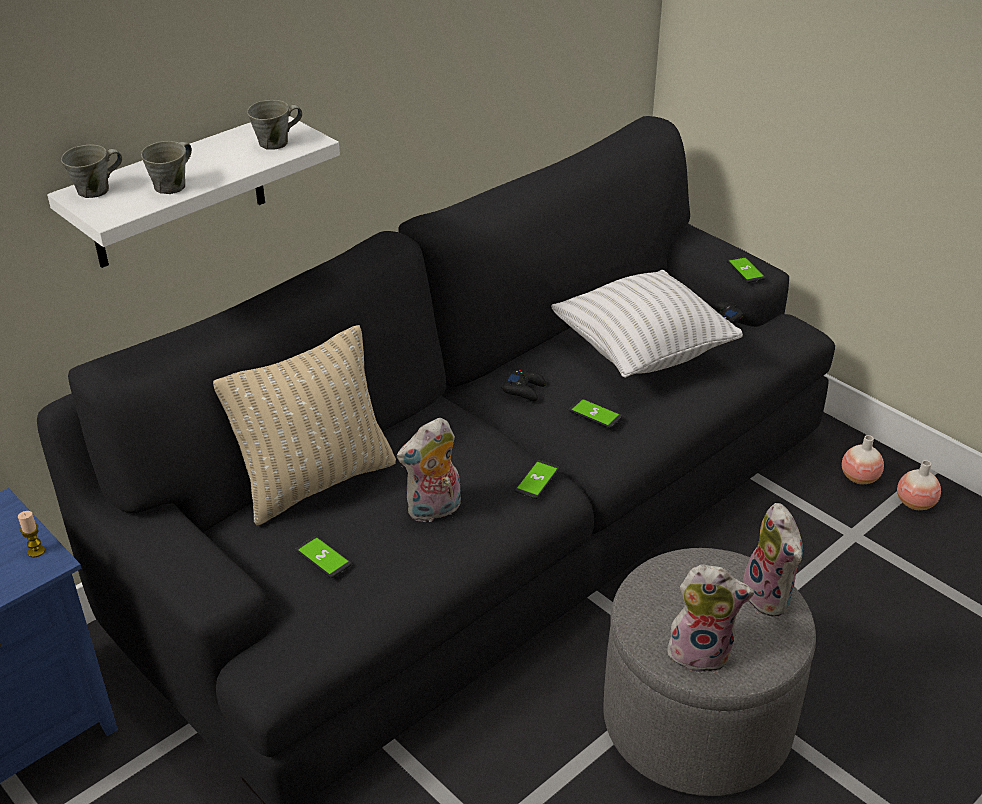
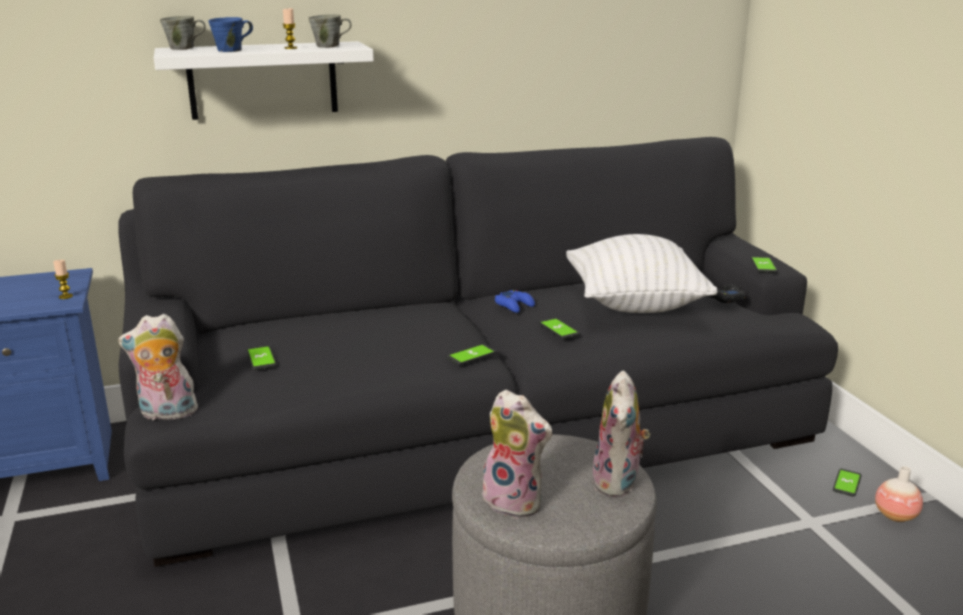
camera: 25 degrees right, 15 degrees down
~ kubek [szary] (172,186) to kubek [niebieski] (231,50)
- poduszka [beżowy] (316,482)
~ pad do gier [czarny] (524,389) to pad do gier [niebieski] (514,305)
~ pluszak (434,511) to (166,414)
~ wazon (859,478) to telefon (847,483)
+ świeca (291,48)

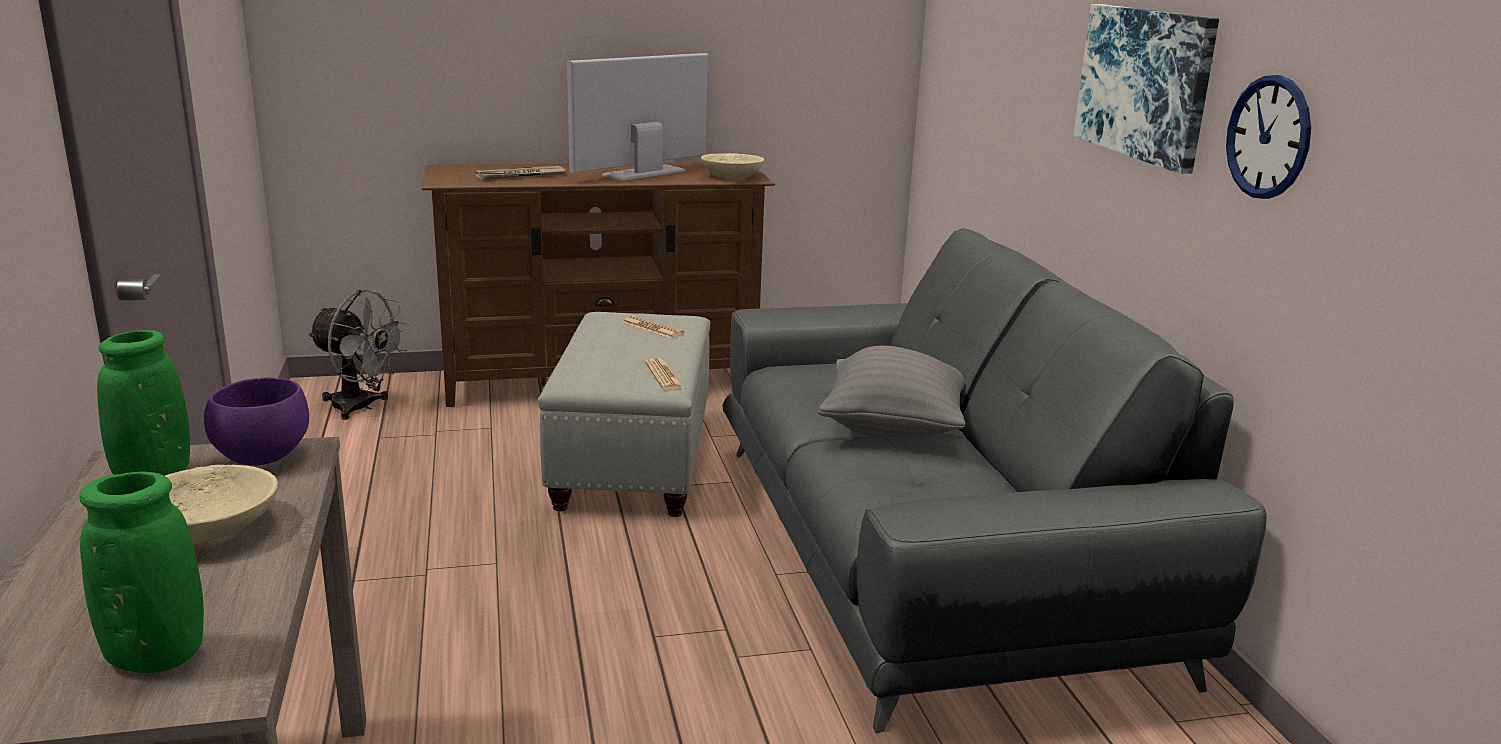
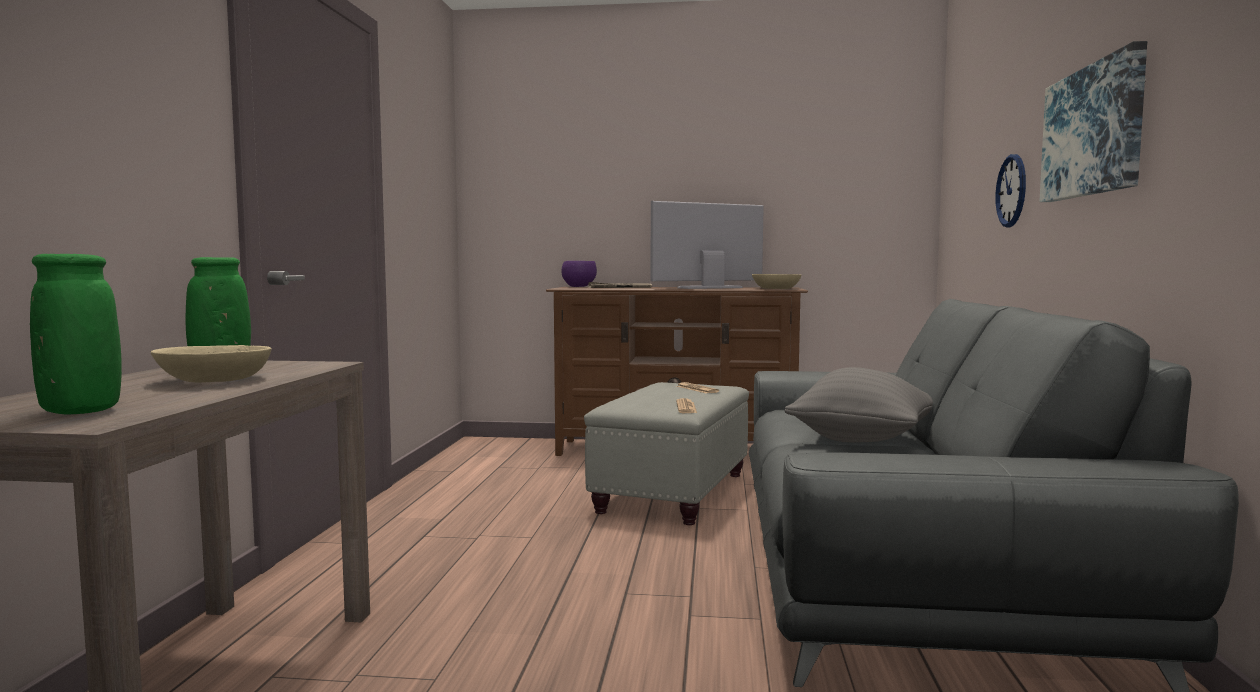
camera: 20 degrees right, 15 degrees down
~ zegar ścienny (1268,137) to (1011,190)
- wentylator [szary] (361,407)
~ miska [fioletowy] (260,457) to (578,286)

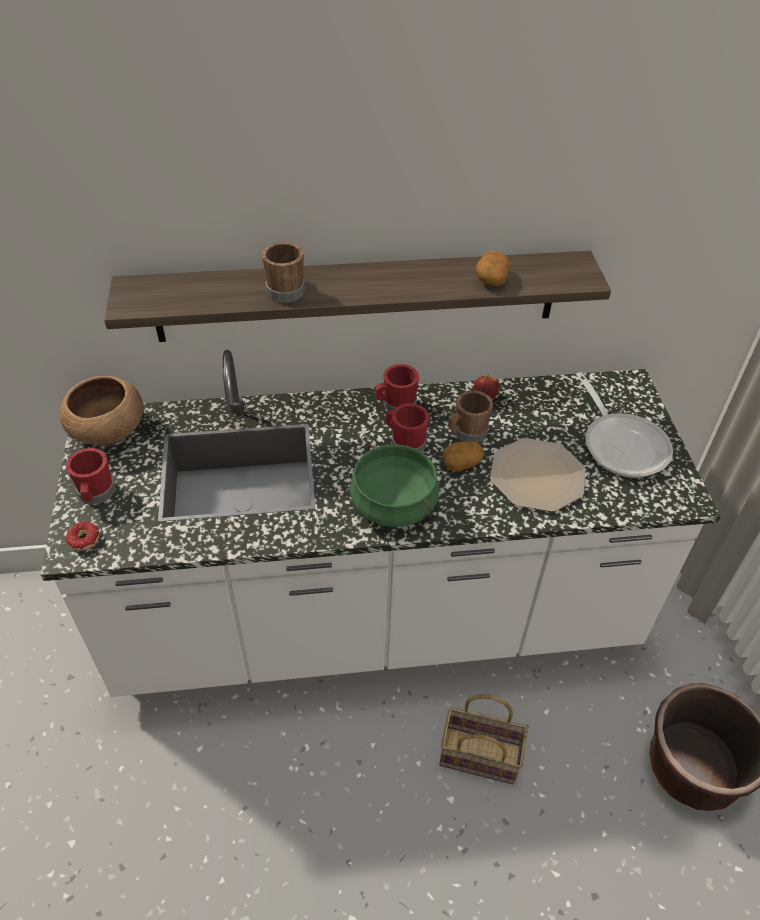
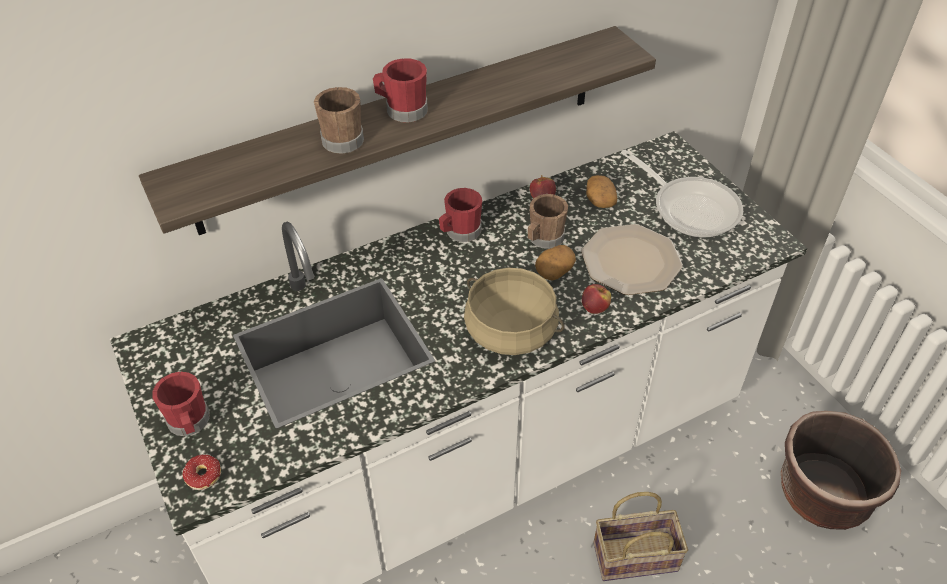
camera: 20 degrees left, 0 degrees up
~ ziemniak (491,278) to (599,200)
- miska [brązowy] (107,431)
~ kubek [czerwony] (405,442) to (402,110)
~ garnek [zielony] (394,503) to garnek [beżowy] (511,330)
+ jabłko (595,308)

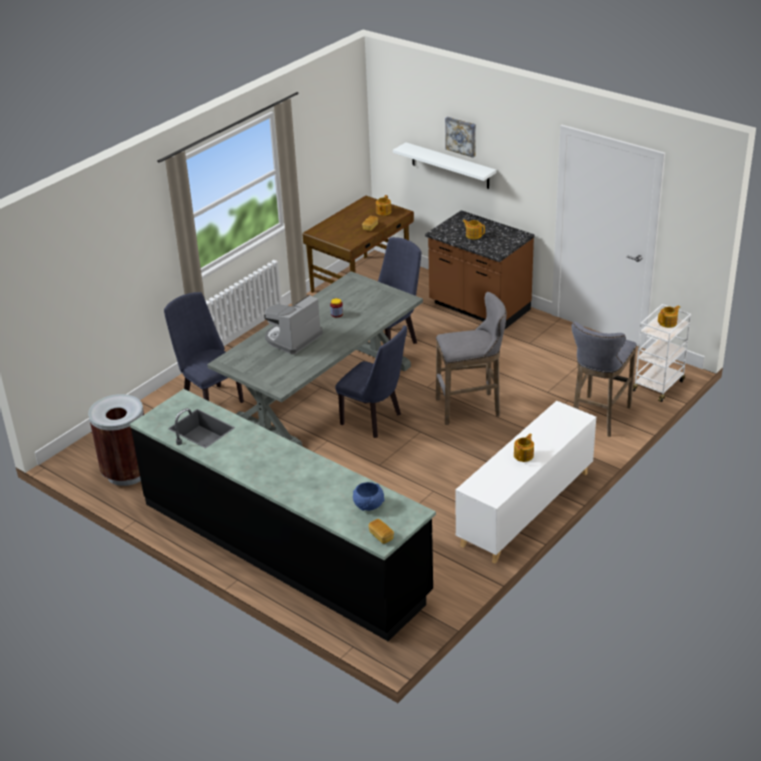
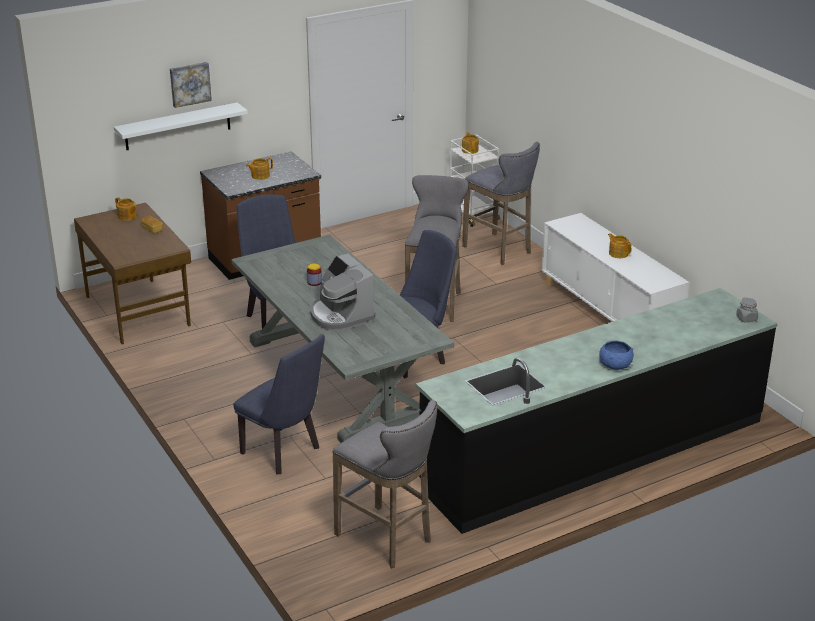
camera: 70 degrees left, 5 degrees down
~ krzesło [niebieski] (210,400) = (285,453) 120 degrees counterclockwise
~ kosz na śmieci [brązowy] (127,472) to stołek [szary] (387,539)
~ miska [niebieski] (368,504) to (615,365)
~ chleb (381,536) to słoik [szary] (746,318)

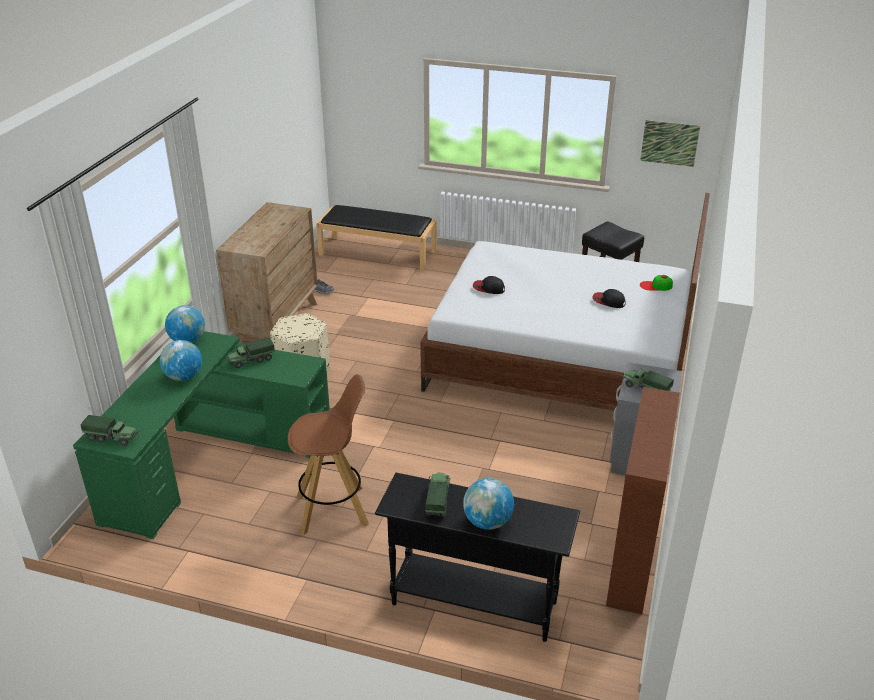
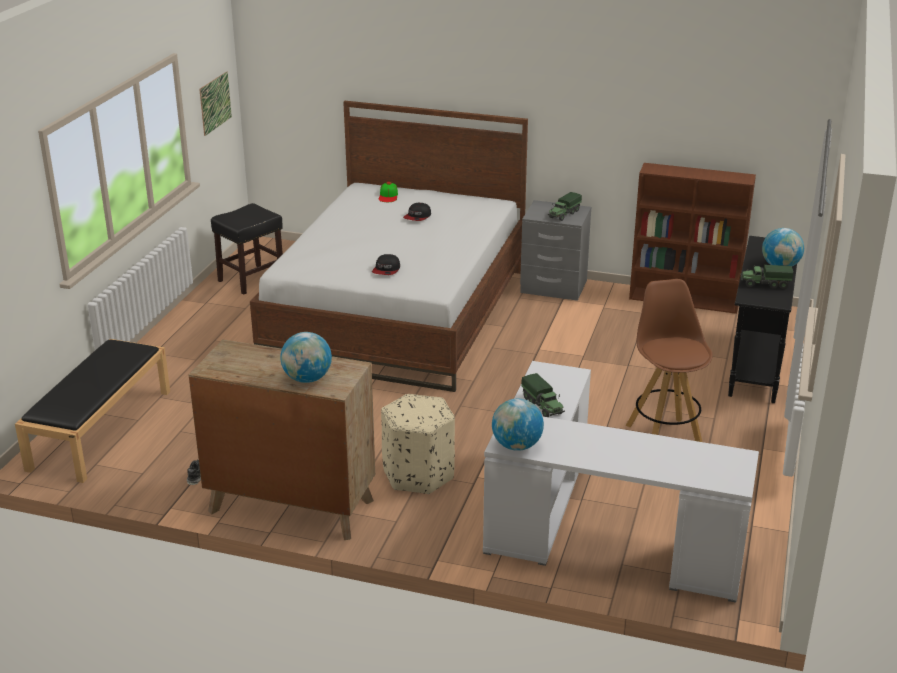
camera: 90 degrees left, 5 degrees down
~ biurko [zielony] (210,455) to biurko [biały] (591,530)
~ globus (184,377) to (307,379)
- ciężarówka zabawkowa (112,438)

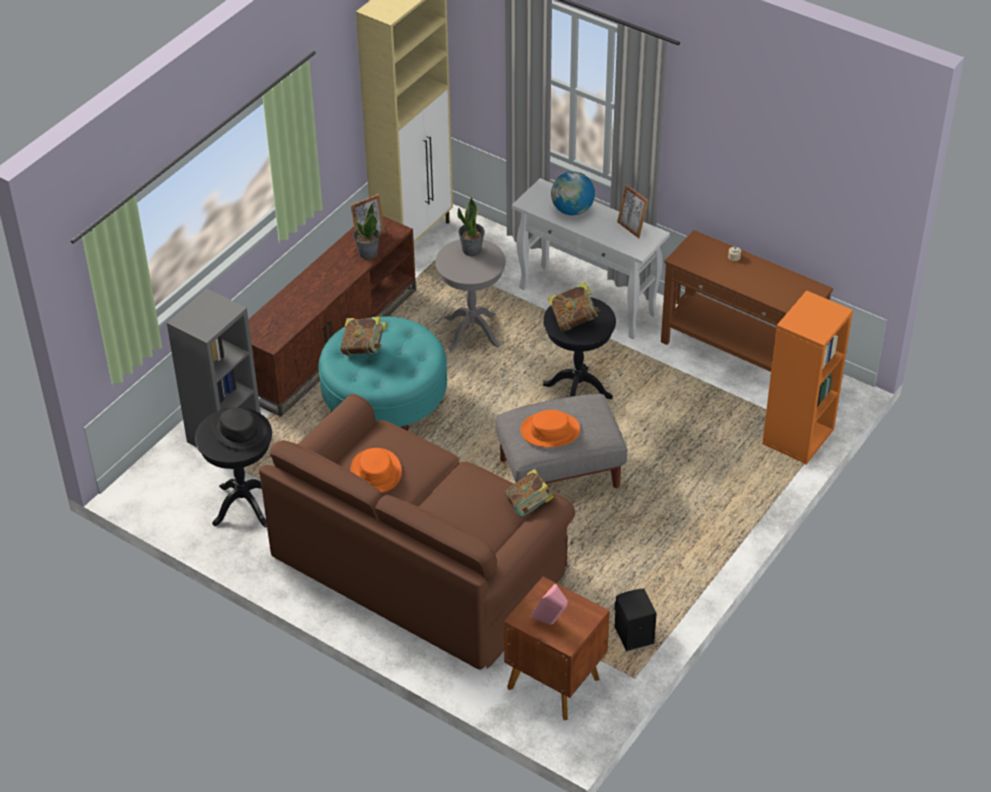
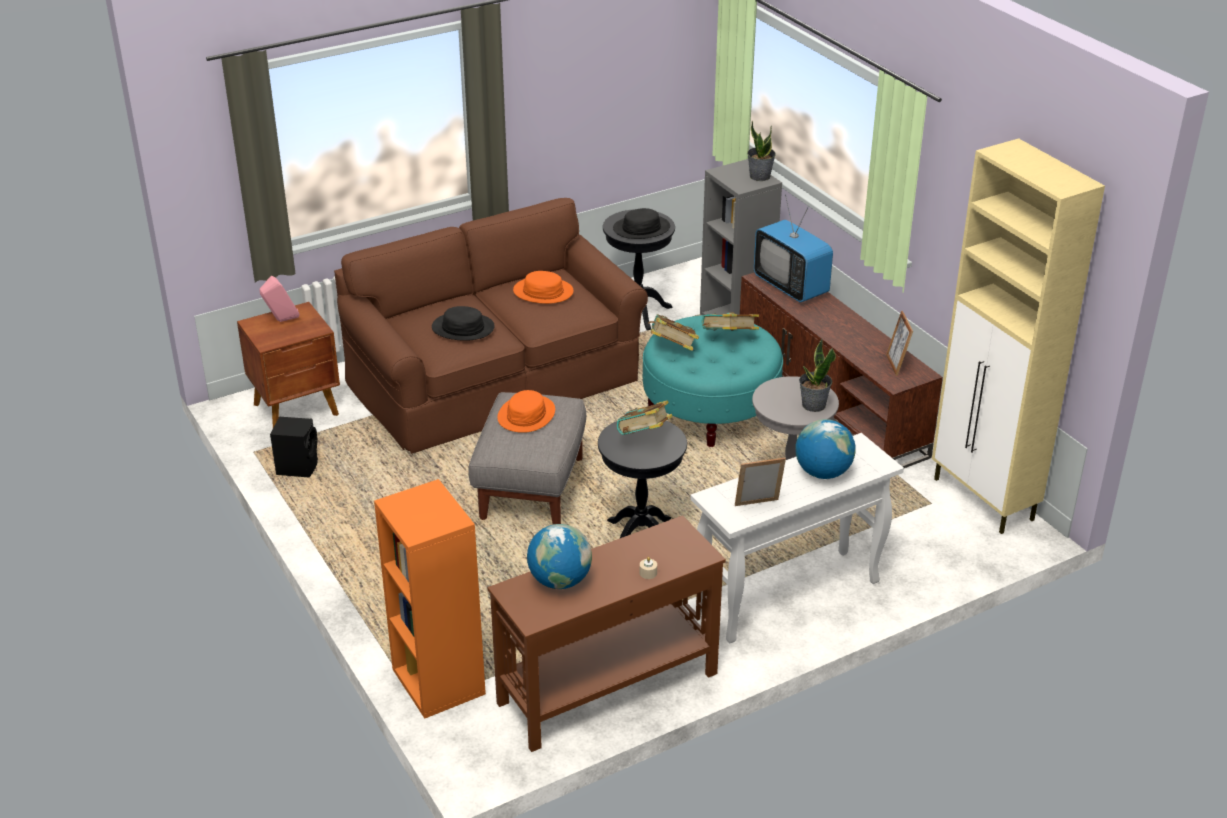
camera: 115 degrees right, 10 degrees down
~ roślina doniczkowa (367,253) to (760,176)
~ książka (529,507) to (672,348)
+ telewizor (791,286)
+ kapelusz [czarny] (463,328)
+ globus (560,581)

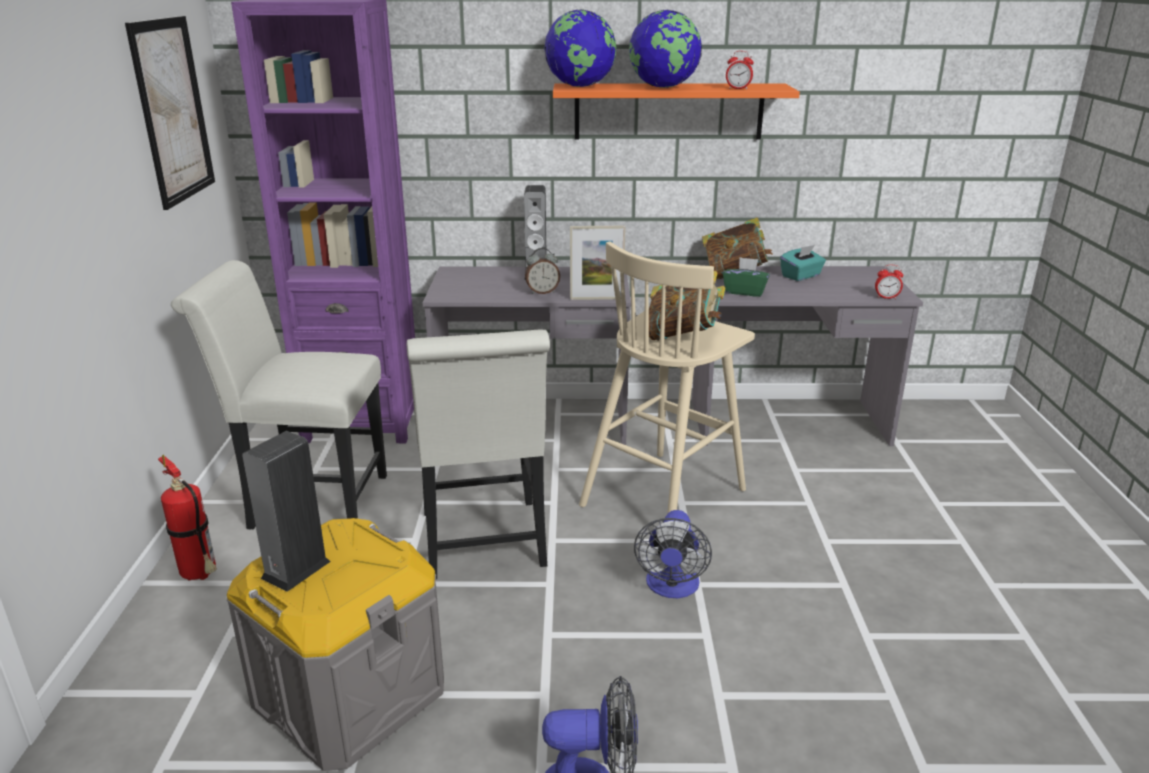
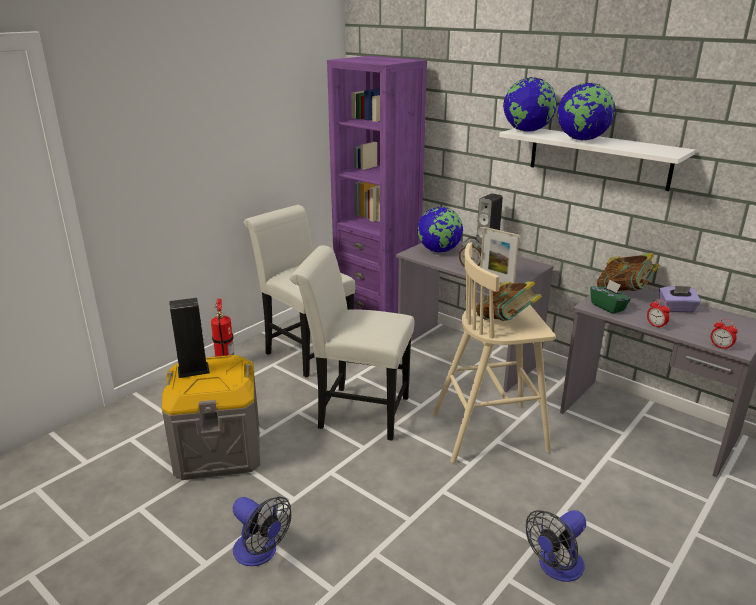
camera: 40 degrees right, 0 degrees up
- obraz (172,110)
~ budzik (738,89) to (656,325)
~ półka [pomarańczowy] (668,111) to półka [biały] (598,157)
~ pudełko chusteczek [turkusowy] (801,276) to pudełko chusteczek [fioletowy] (676,309)
~ krzesło [biały] (484,545) = (357,411) 75 degrees clockwise
~ wentylator (671,587) to (556,568)
+ globus (439,251)

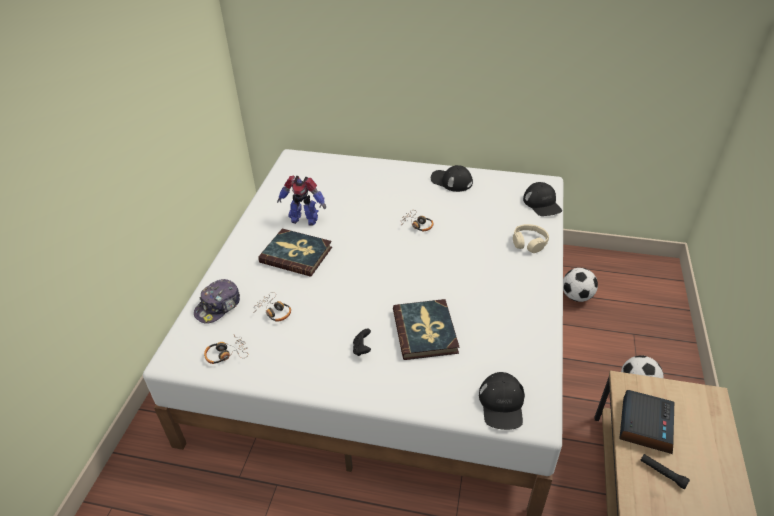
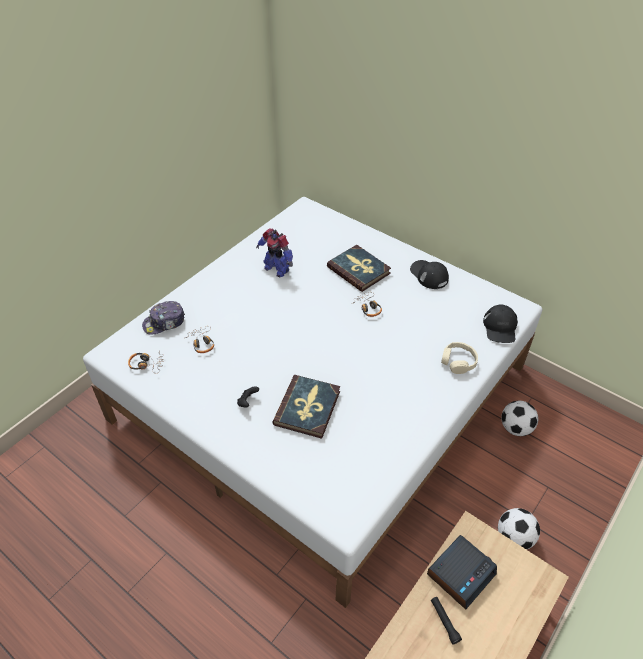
camera: 25 degrees right, 5 degrees up
~ książka (296,254) to (359,270)
- czapka z daszkiem [czarny] (502,404)

